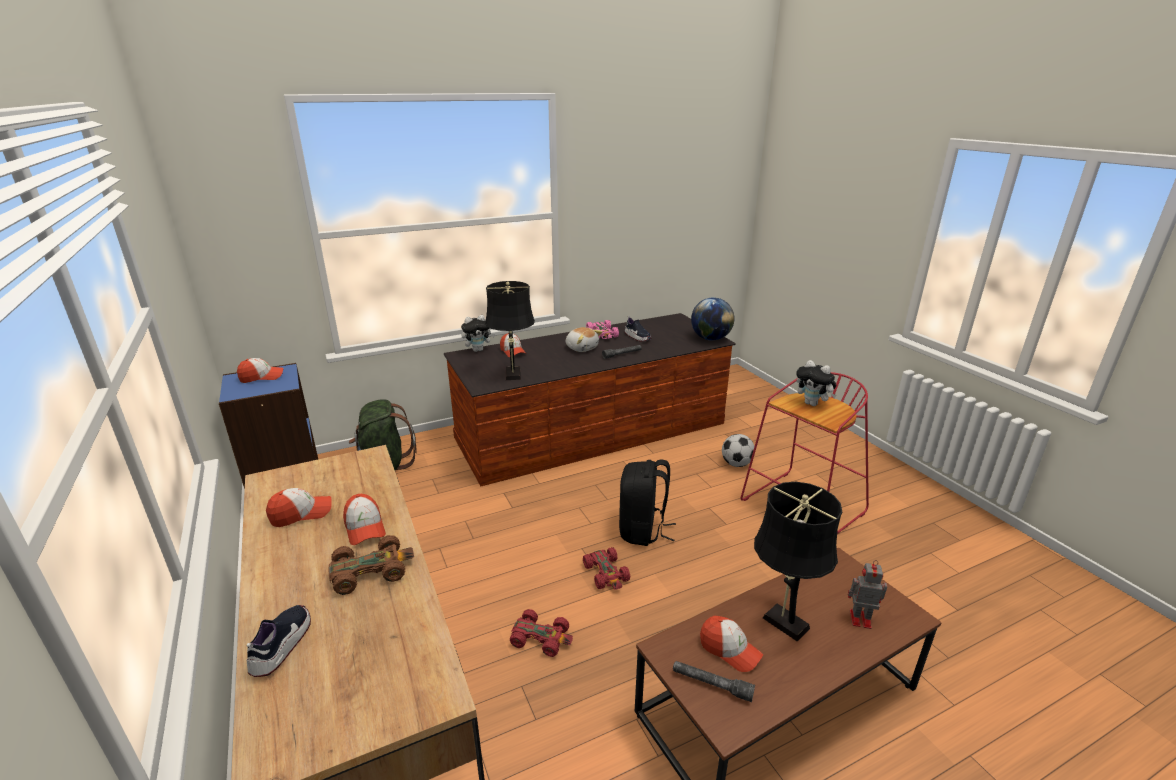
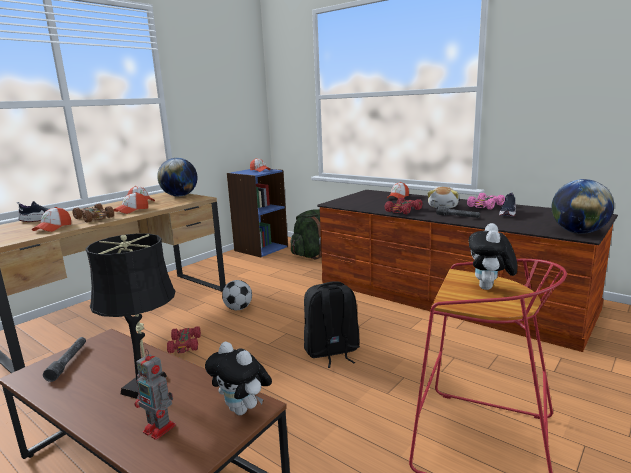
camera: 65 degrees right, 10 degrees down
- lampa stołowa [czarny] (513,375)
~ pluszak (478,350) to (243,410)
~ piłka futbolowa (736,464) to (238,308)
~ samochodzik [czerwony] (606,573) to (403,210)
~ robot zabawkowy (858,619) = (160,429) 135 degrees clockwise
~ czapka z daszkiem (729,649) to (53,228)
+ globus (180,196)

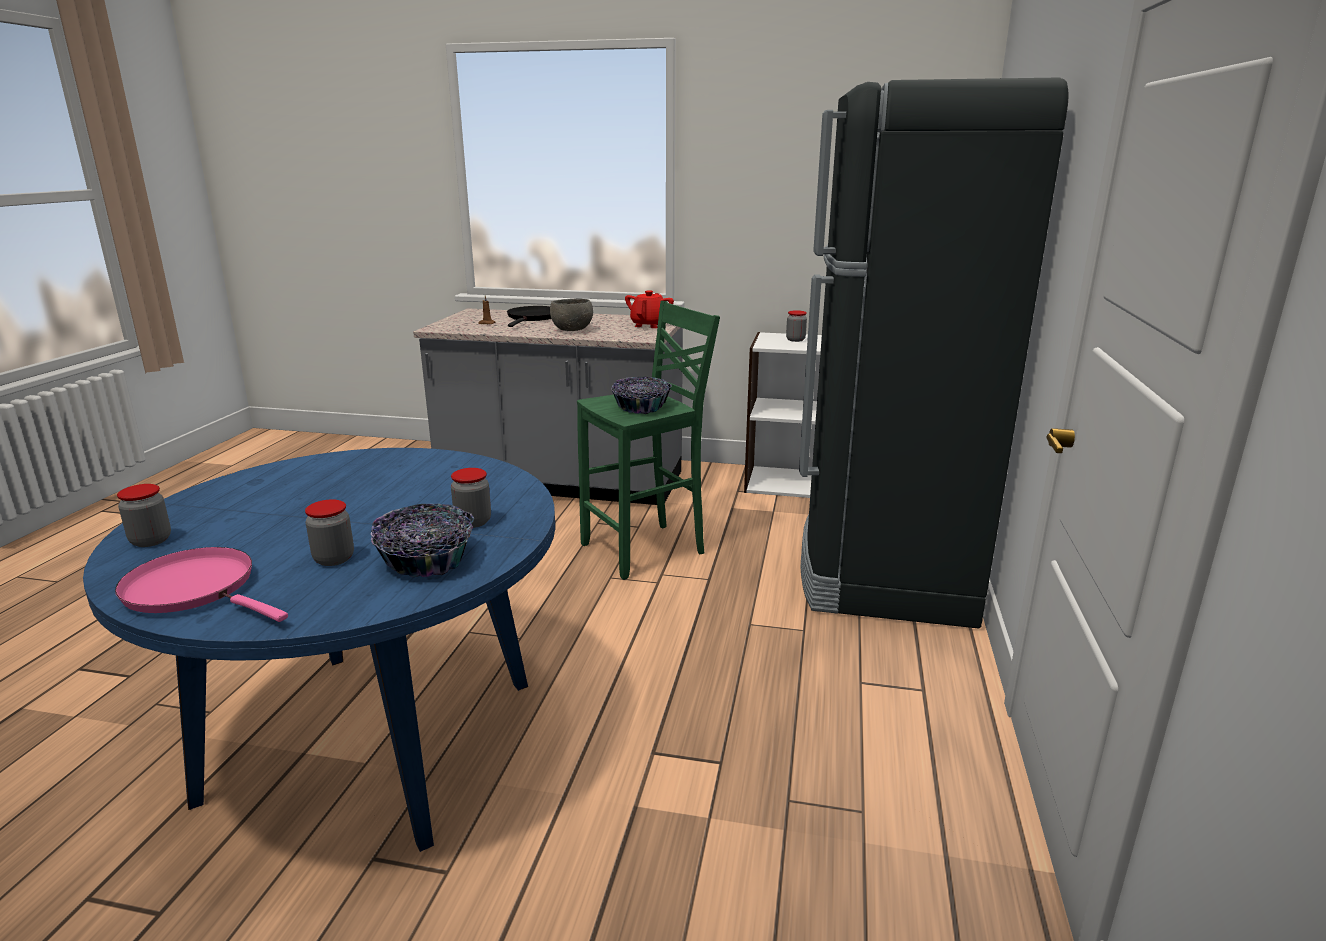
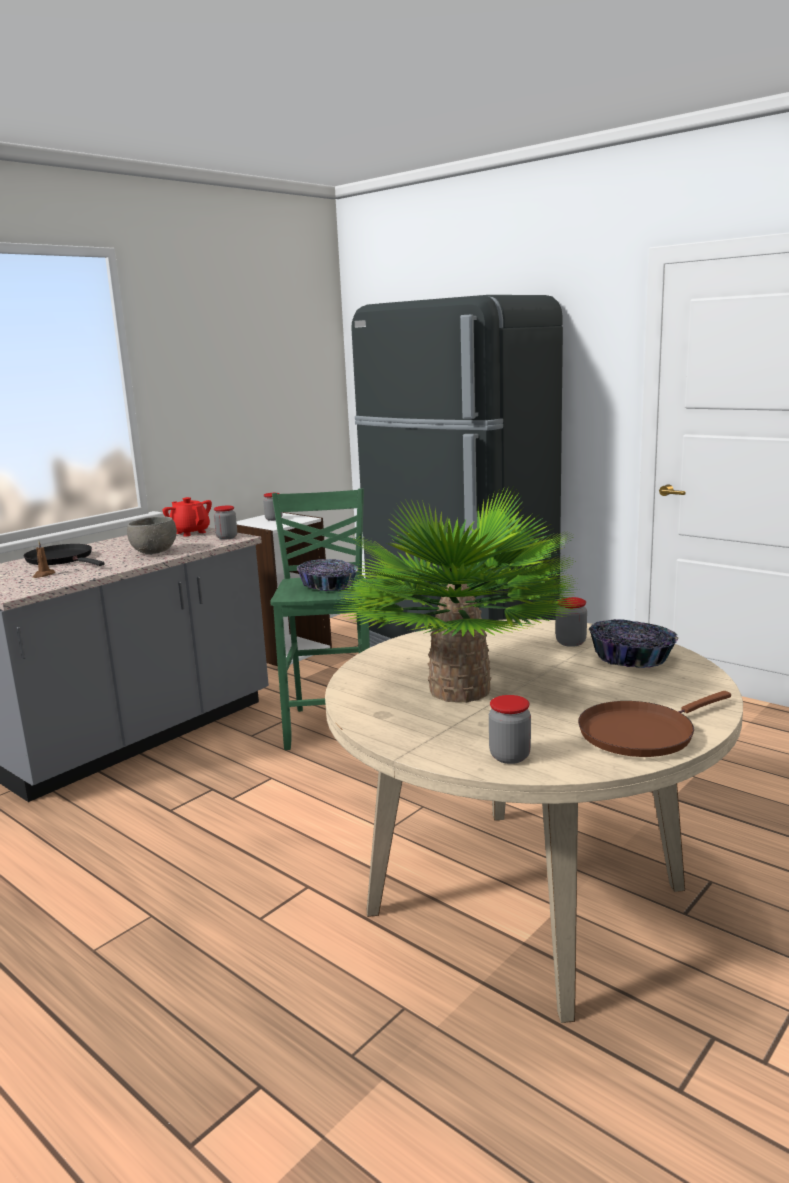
camera: 60 degrees left, 5 degrees down
~ stół jadalny [niebieski] (374,738) to stół jadalny [beżowy] (526,900)
~ słoik (334,559) to (227,537)
~ patelnia [różowy] (195,589) to patelnia [brązowy] (640,733)
+ roślina doniczkowa (459,689)

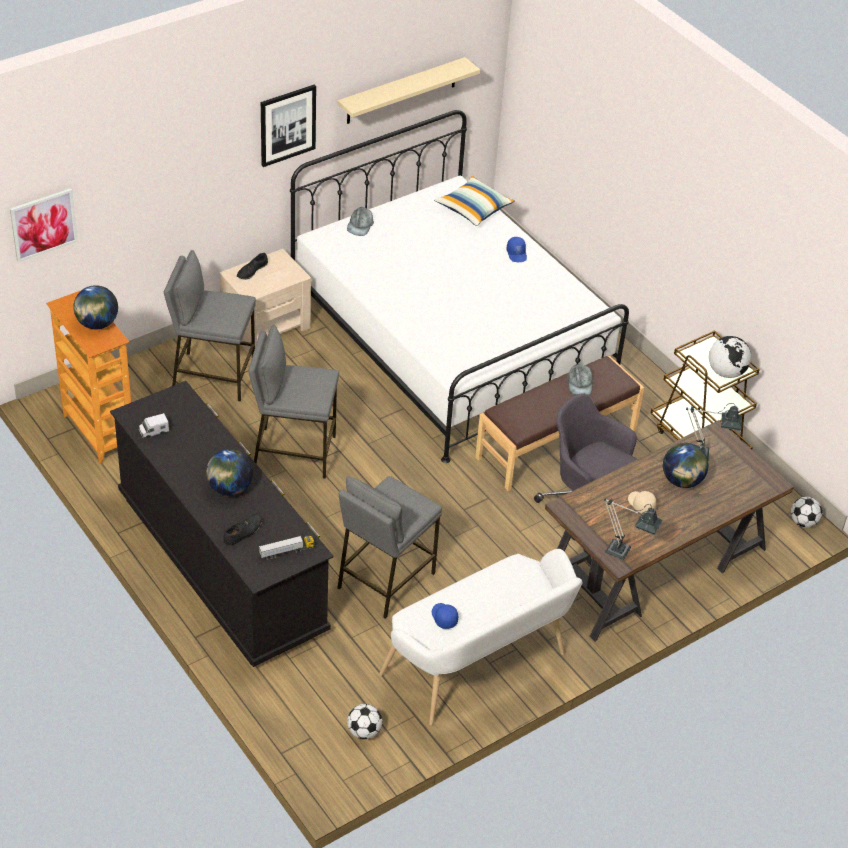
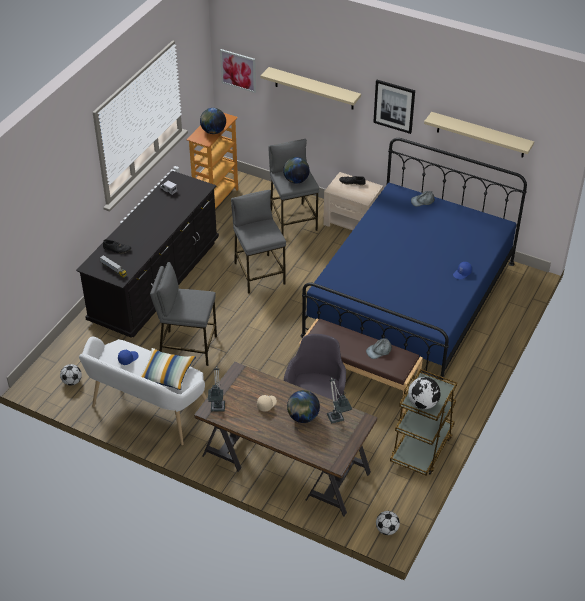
camera: 65 degrees right, 0 degrees up
~ łóżko [biały] (450,339) to łóżko [niebieski] (410,298)
~ poduszka (473,209) to (167,374)
~ globus (229,488) to (296,180)
+ półka [beżowy] (314,88)

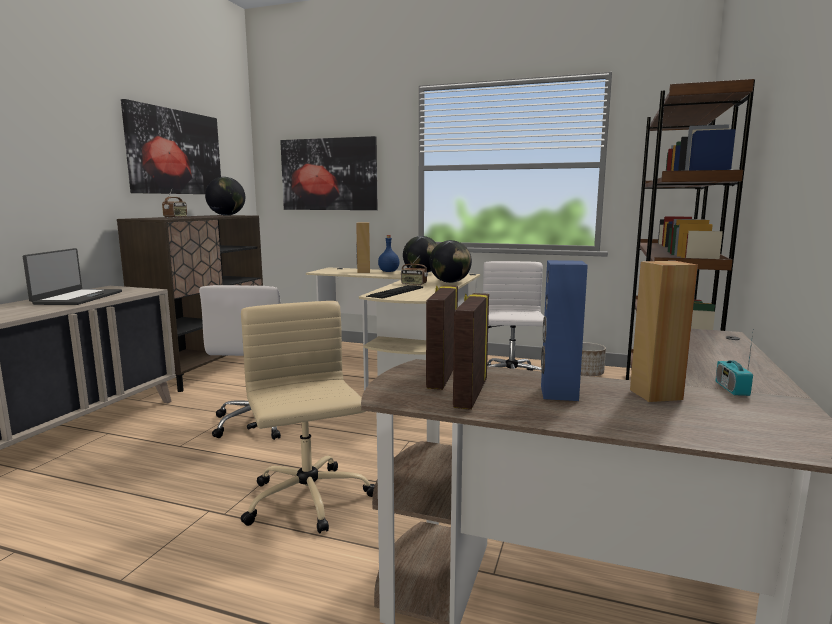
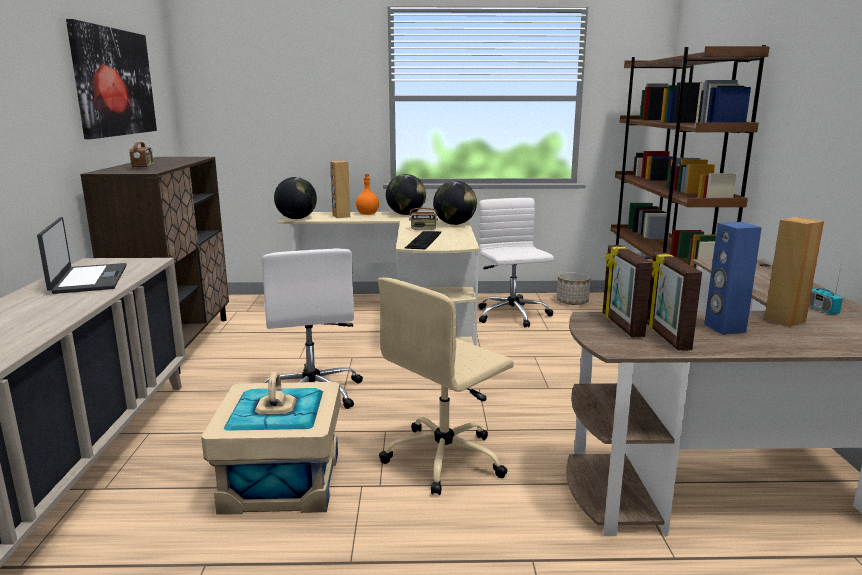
camera: 20 degrees left, 5 degrees up
- obraz (329,174)
~ globus (226,215) to (296,218)
~ butelka [niebieski] (389,271) to butelka [pomarańczowy] (368,214)
~ krzesło biurowe [beżowy] (308,500) = (445,458) 90 degrees counterclockwise
+ pojemnik do przechowywania [beżowy] (281,481)

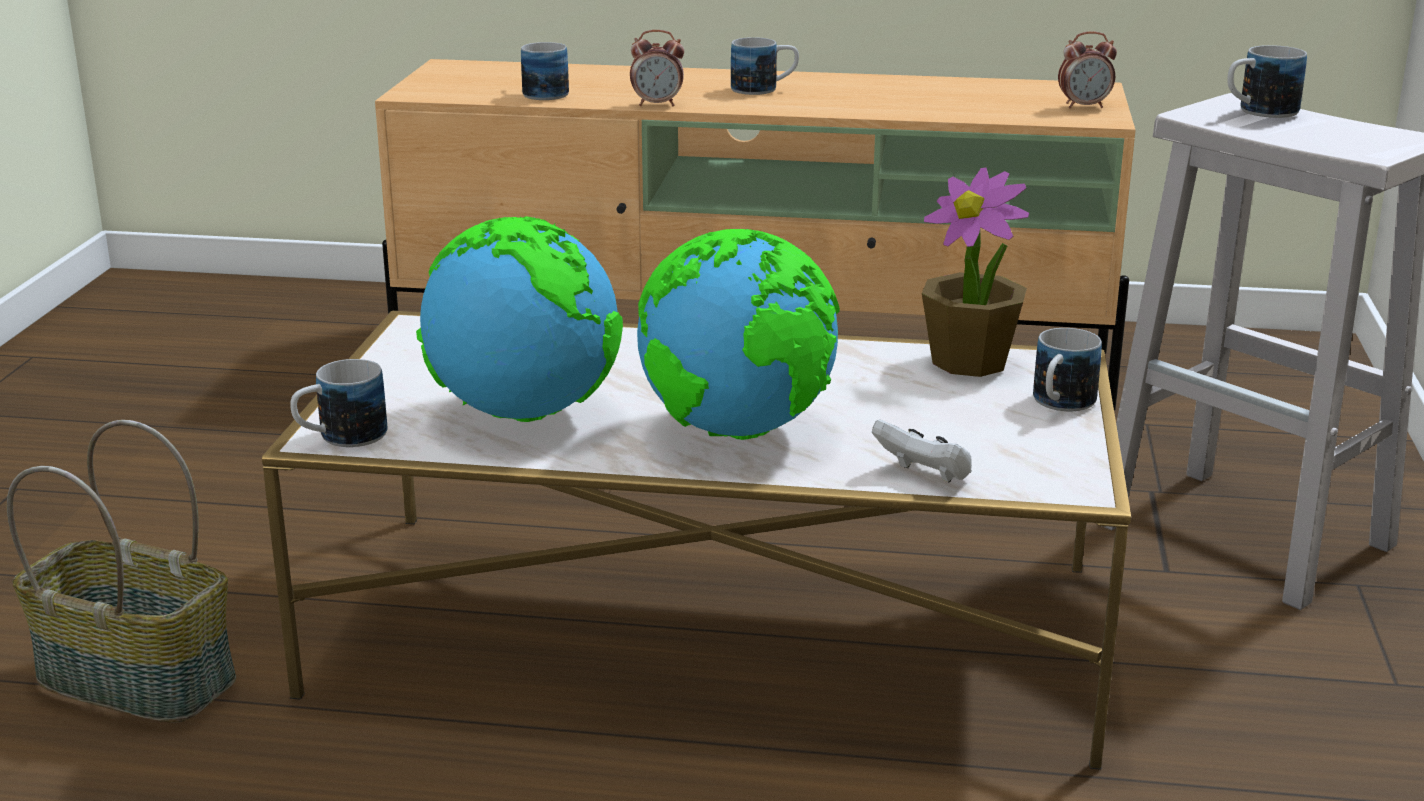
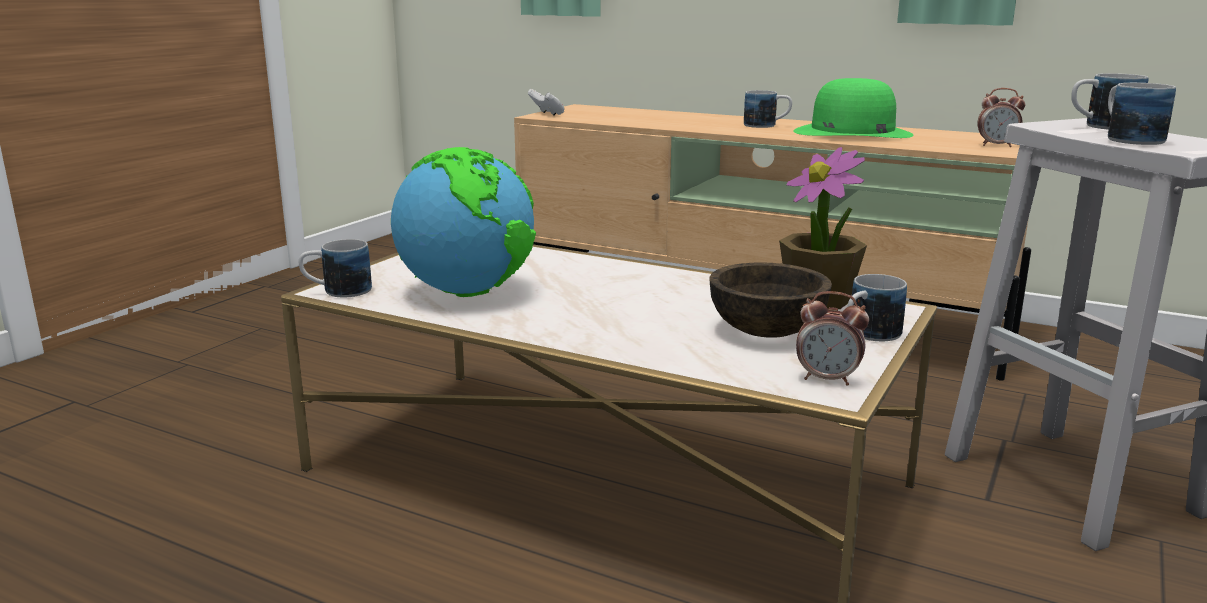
camera: 20 degrees right, 5 degrees down
~ budzik (657,104) to (828,379)
~ kubek (541,92) to (1127,138)
- globus (739,432)
~ pad do gier [biały] (924,476) to (547,114)
- koszyk (140,679)
+ kapelusz [zielony] (852,133)
+ miska [brązowy] (766,331)

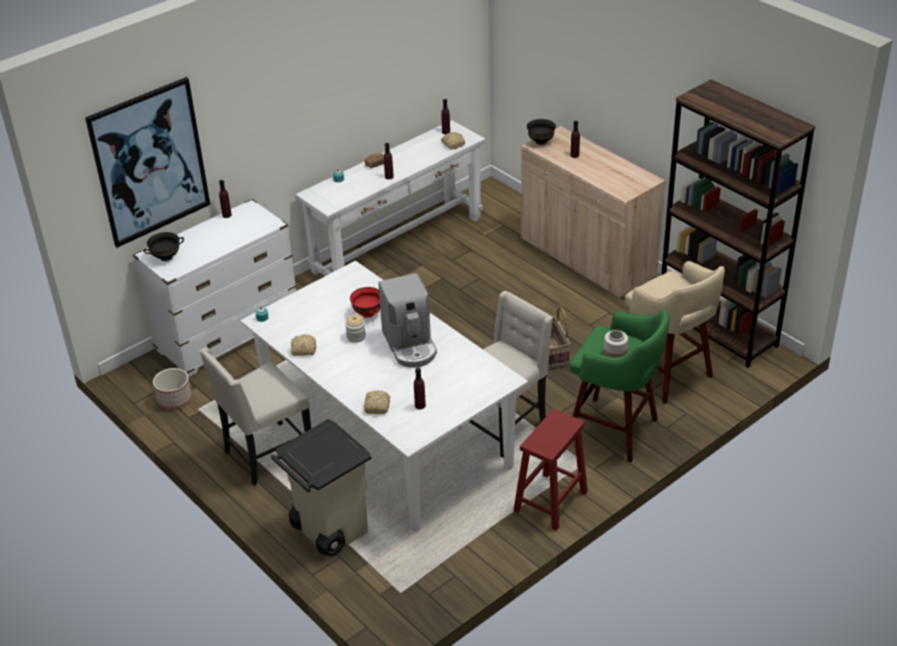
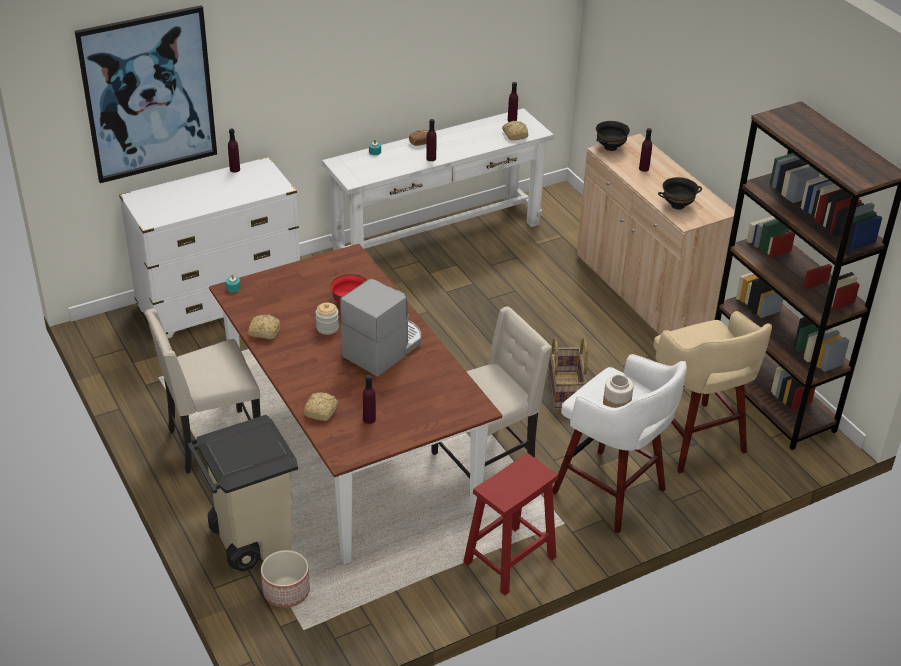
camera: 10 degrees right, 0 degrees up
~ miska [czarny] (166,257) to (677,205)
~ stół jadalny [biały] (387,435) to stół jadalny [brązowy] (352,447)
~ ekspres do kawy (410,345) = (384,348) 135 degrees counterclockwise
~ stołek [zielony] (615,431) to stołek [biały] (611,493)
~ donica (175,399) to (286,591)

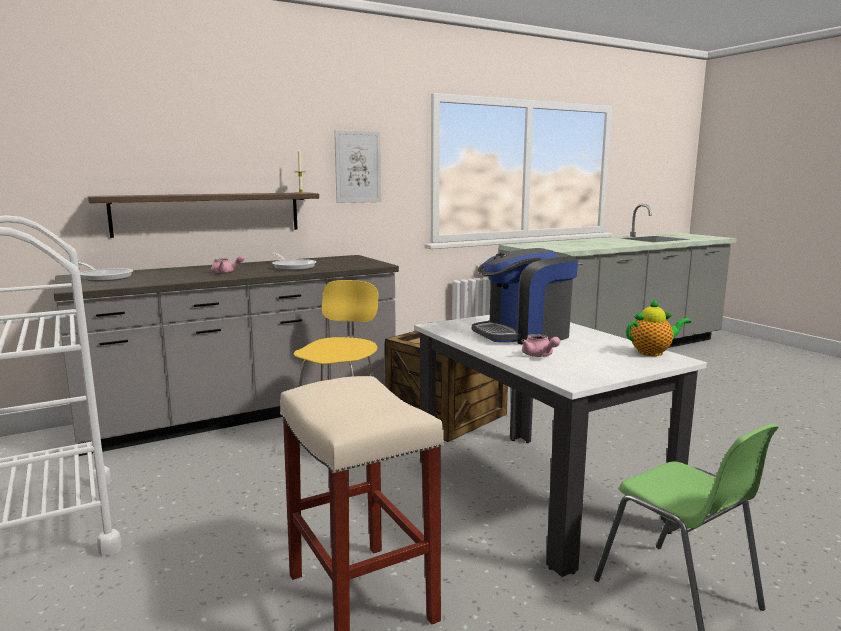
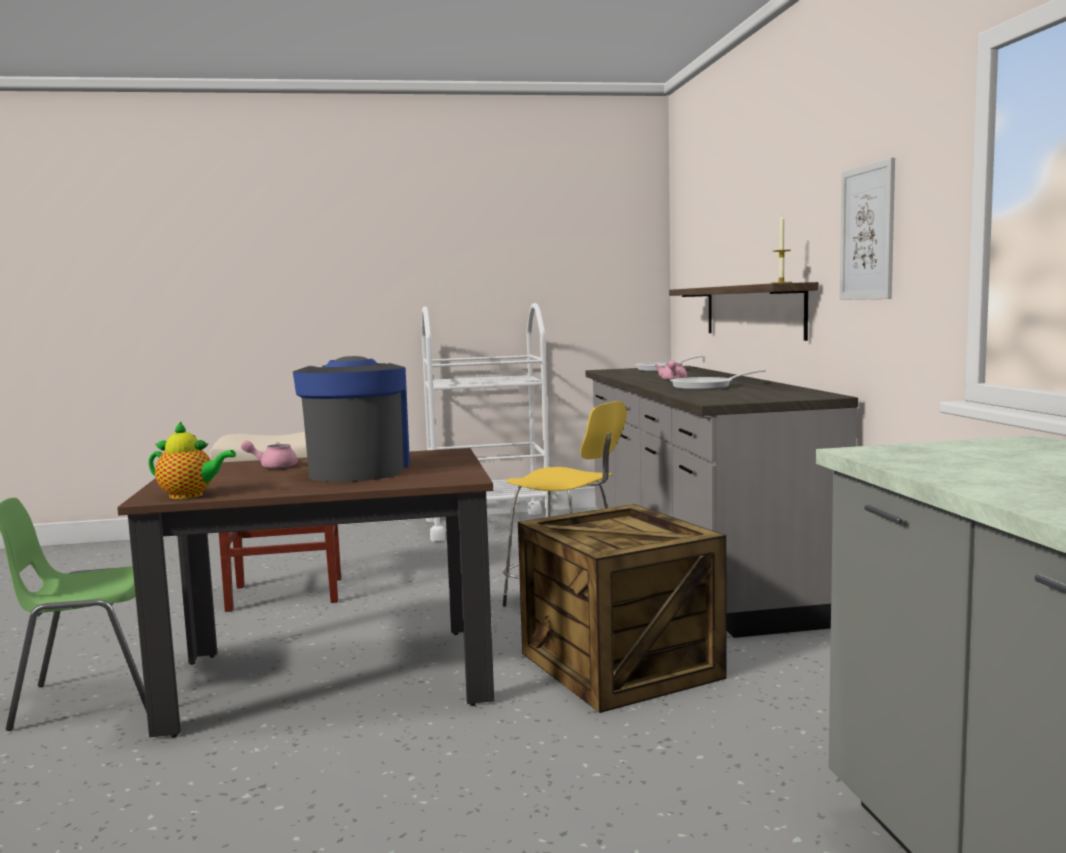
camera: 110 degrees right, 5 degrees down
~ imbryk (653,352) = (190,495) 90 degrees counterclockwise
~ stół jadalny [biały] (537,493) to stół jadalny [brązowy] (332,679)

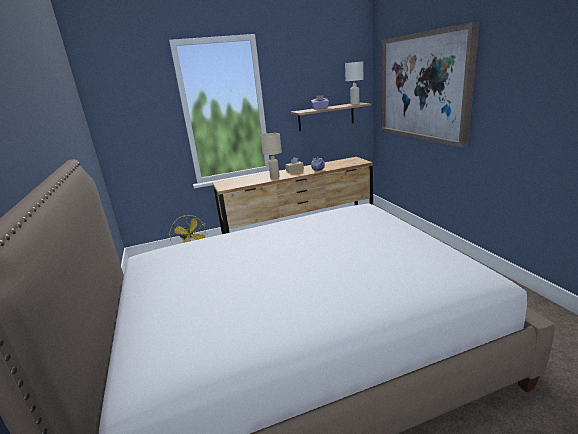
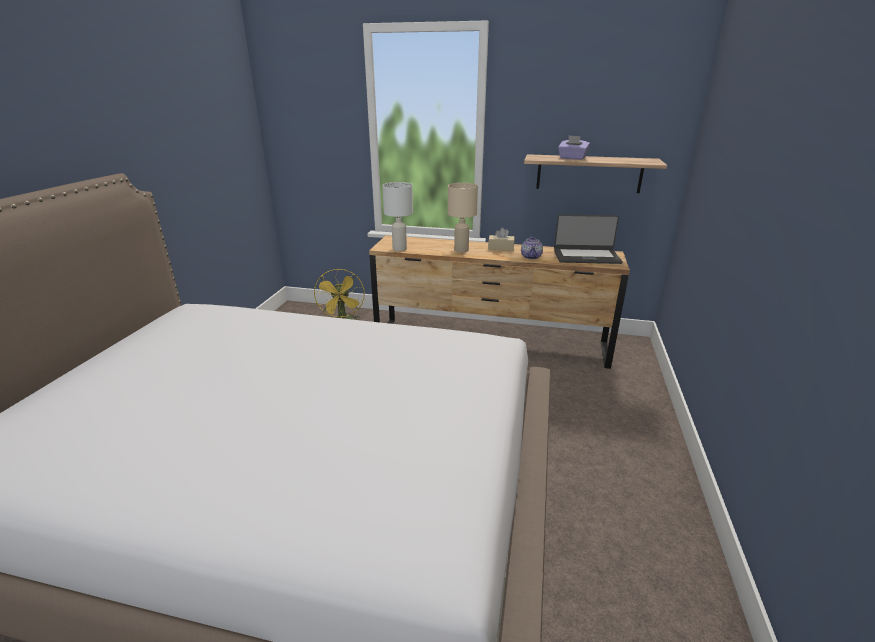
camera: 30 degrees right, 5 degrees up
- obraz (422,87)
~ lampa stołowa [biały] (354,104) to (399,248)
+ laptop (586,256)

